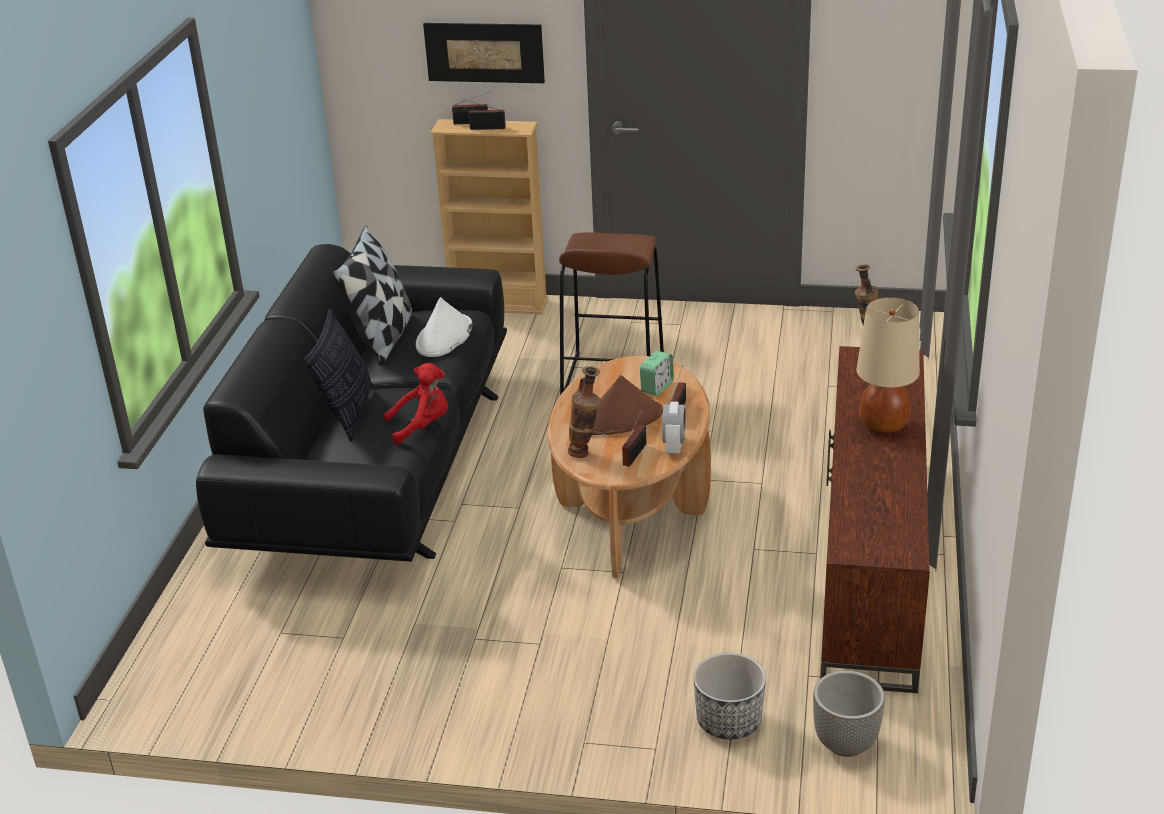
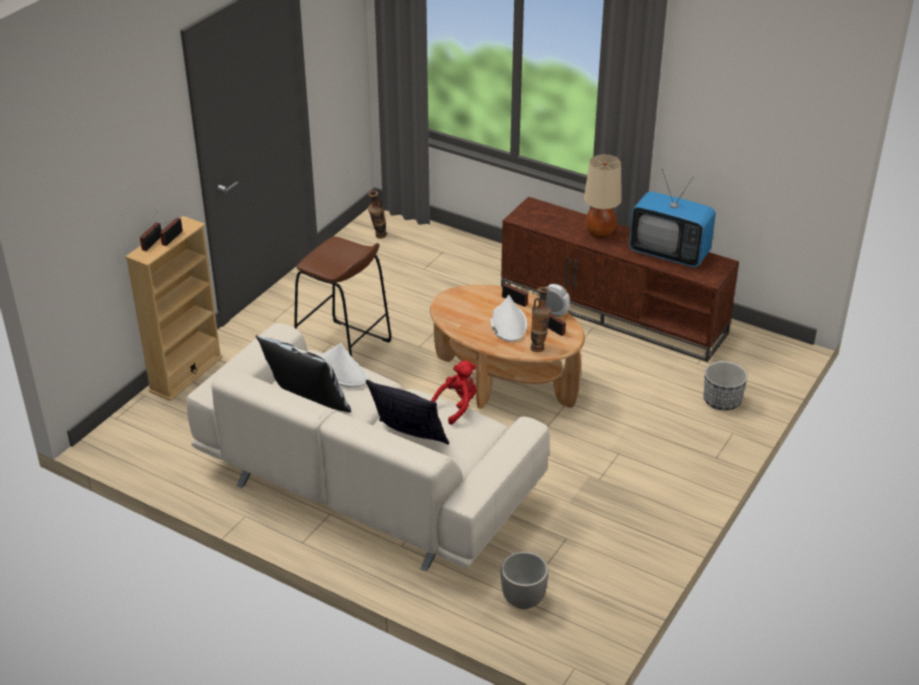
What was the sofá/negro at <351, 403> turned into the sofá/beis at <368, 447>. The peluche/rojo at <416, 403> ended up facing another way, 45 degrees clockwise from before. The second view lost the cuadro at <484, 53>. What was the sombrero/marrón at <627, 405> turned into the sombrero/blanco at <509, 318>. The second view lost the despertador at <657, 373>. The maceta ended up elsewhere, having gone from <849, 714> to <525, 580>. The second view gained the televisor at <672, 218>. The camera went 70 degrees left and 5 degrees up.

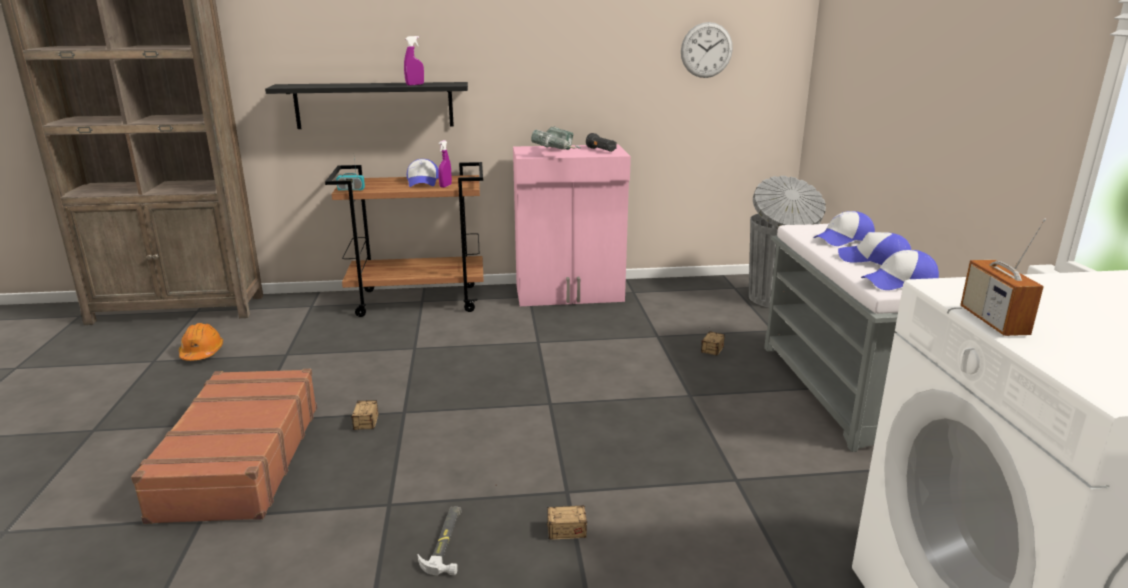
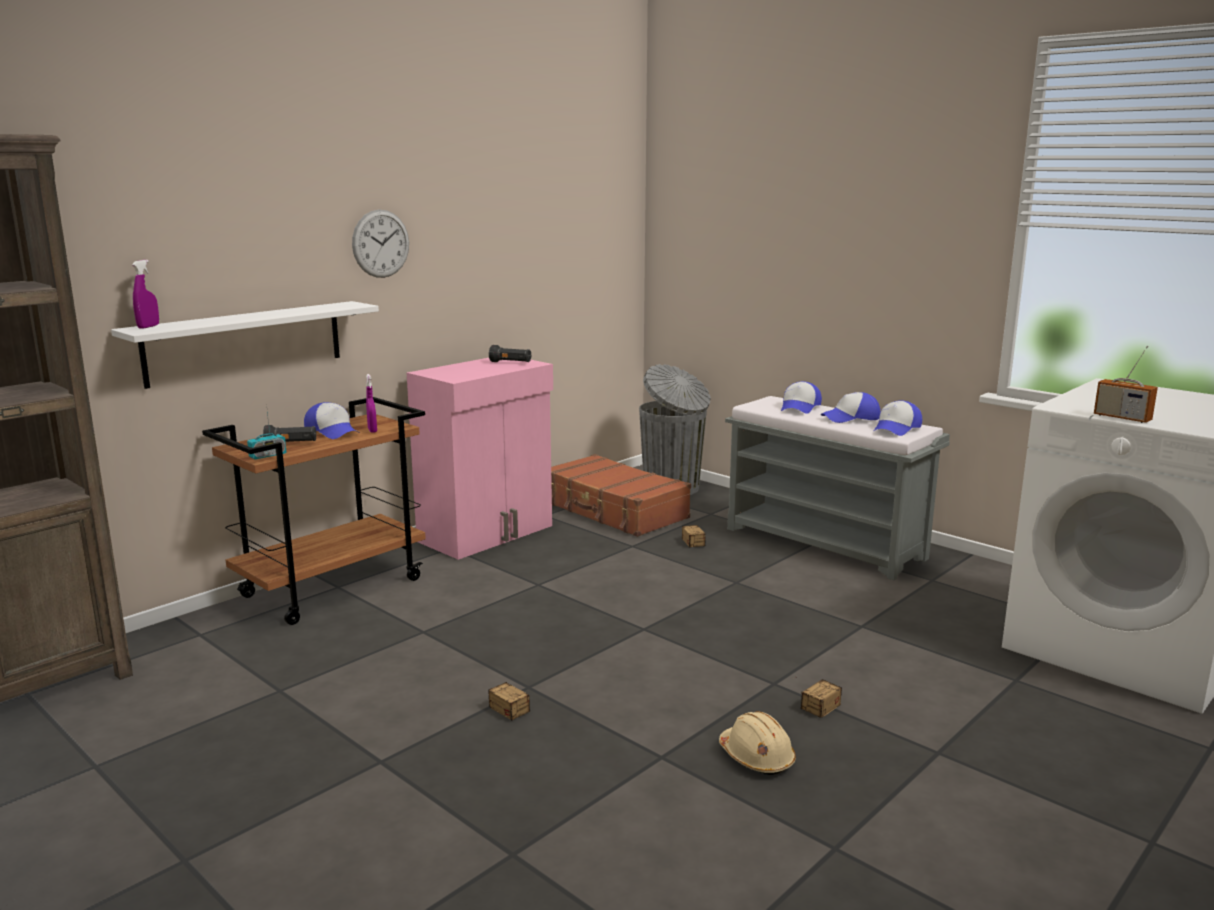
The maleta/marrón ended up elsewhere, having gone from <224, 446> to <621, 495>. The second view lost the casco/naranja at <201, 342>. What was the estante/negro at <366, 105> turned into the estante/blanco at <245, 345>. The pulverizador/morado ended up elsewhere, having gone from <414, 61> to <145, 294>. Where the martillo stood at <440, 541>, the casco/beis came to stand at <757, 743>. The second view lost the taladro at <556, 138>. The reloj de pared ended up elsewhere, having gone from <707, 50> to <380, 244>. The second view gained the linterna/negro at <289, 433>. The camera went 40 degrees left and 5 degrees down.

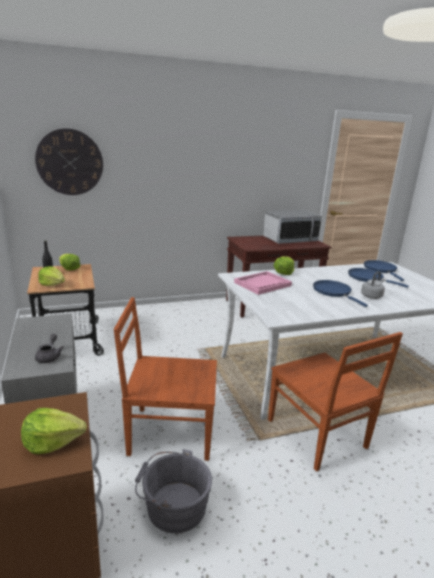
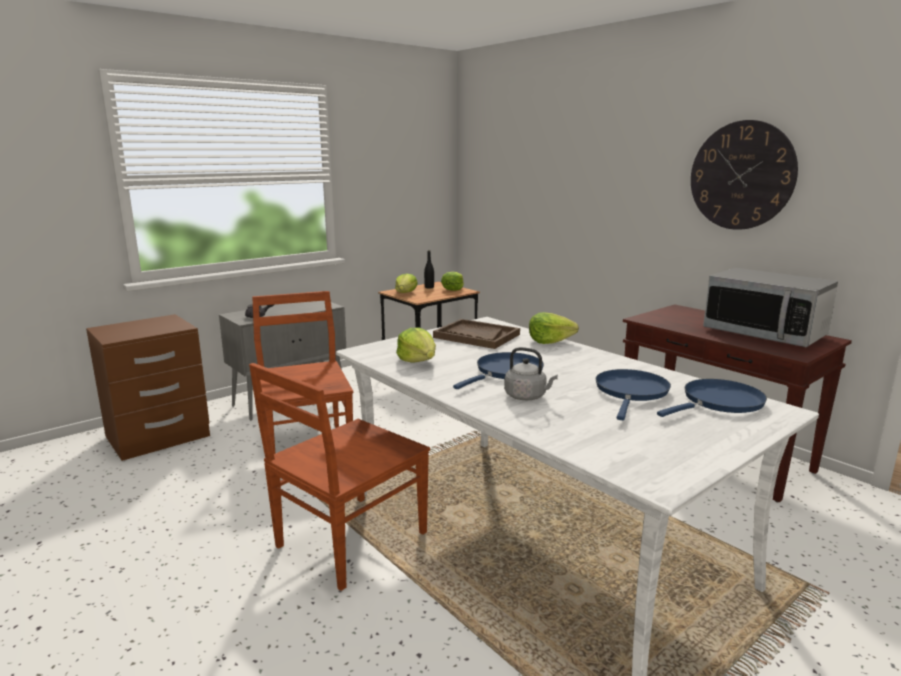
The lechuga ended up elsewhere, having gone from <54, 431> to <416, 345>. The reloj de pared ended up elsewhere, having gone from <69, 161> to <744, 175>. The second view lost the cubo/gris at <173, 491>. What was the bandeja/rosa at <263, 283> turned into the bandeja/marrón at <476, 334>. The camera went 70 degrees right and 5 degrees down.

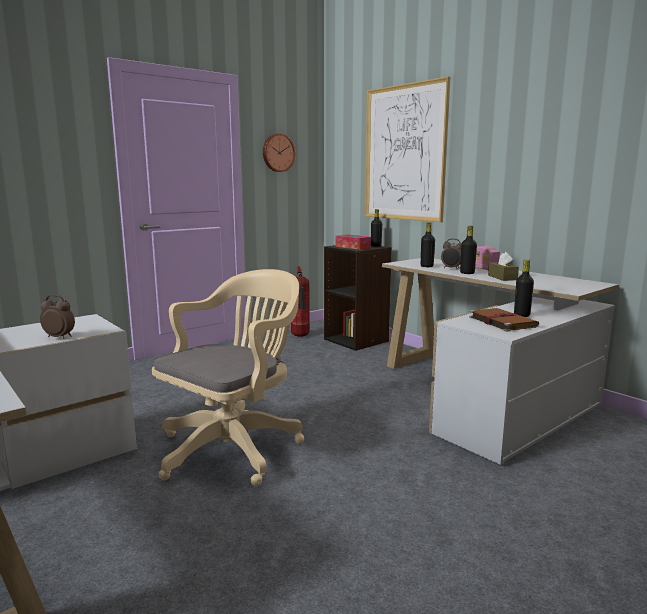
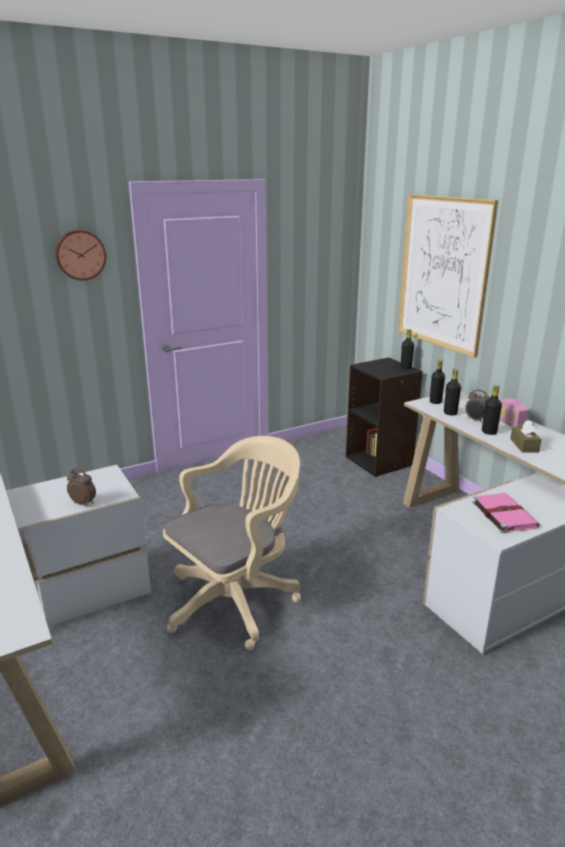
The reloj de pared ended up elsewhere, having gone from <279, 152> to <80, 255>. The second view lost the extintor at <300, 301>. The second view lost the caja de pañuelos at <353, 242>. What was the libro/marrón at <504, 320> turned into the libro/rosa at <506, 513>. The botella/negro ended up elsewhere, having gone from <524, 288> to <437, 381>. The camera went 10 degrees right and 10 degrees up.

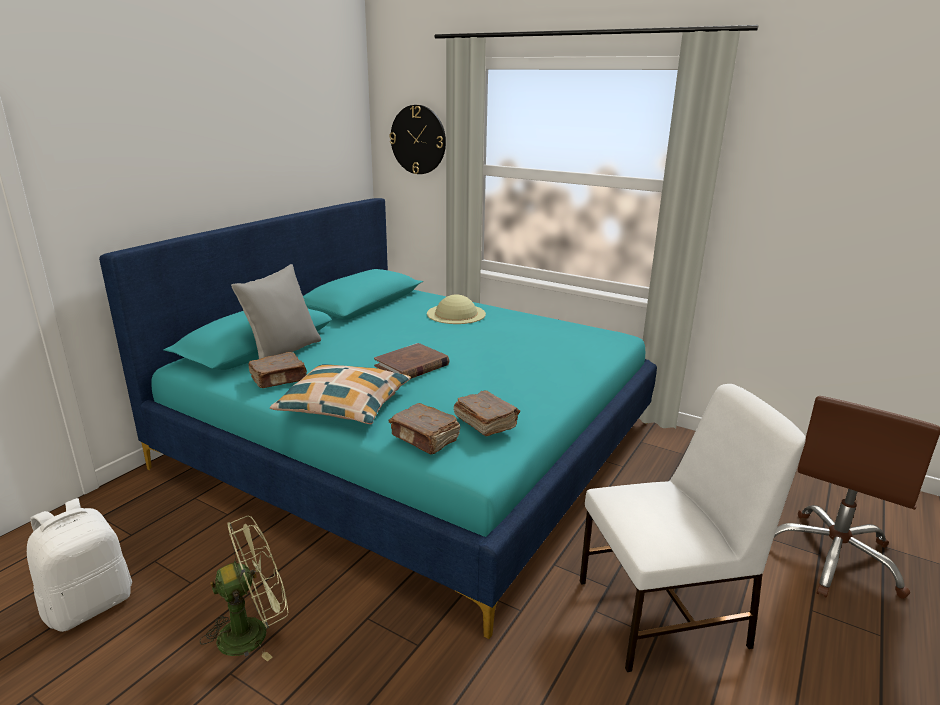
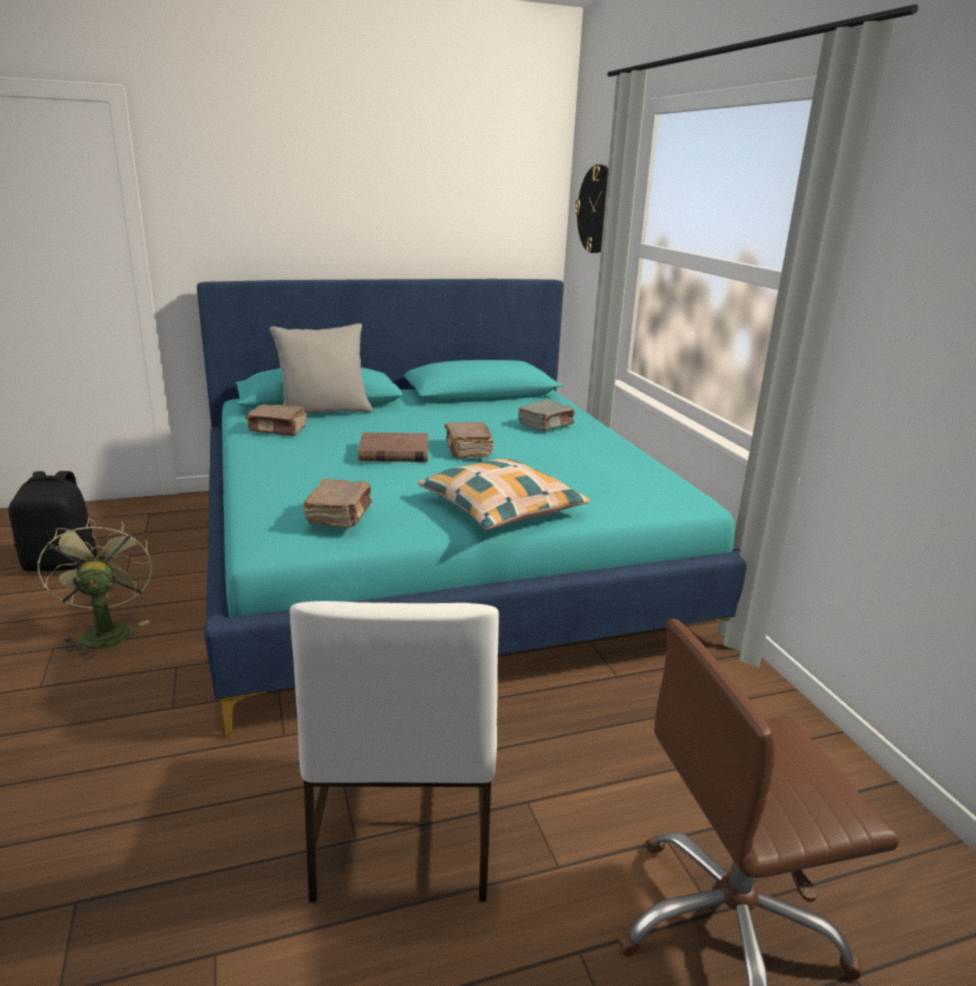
What was the mochila/blanco at <79, 565> turned into the mochila/negro at <52, 521>. The ventilador/verde at <244, 589> ended up facing another way, 120 degrees counterclockwise from before. The cojín ended up elsewhere, having gone from <340, 394> to <504, 494>. The libro/marrón ended up elsewhere, having gone from <424, 428> to <469, 440>. Where the sombrero/beis stood at <456, 309>, the libro/gris came to stand at <546, 415>. The silla/blanco at <693, 528> ended up facing another way, 60 degrees clockwise from before. The camera went 40 degrees right and 0 degrees up.

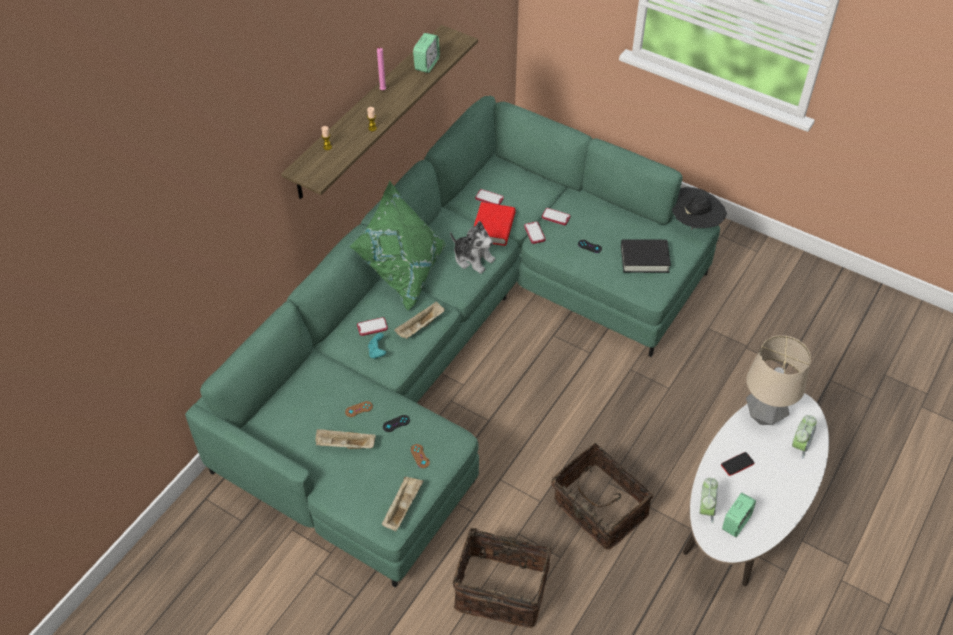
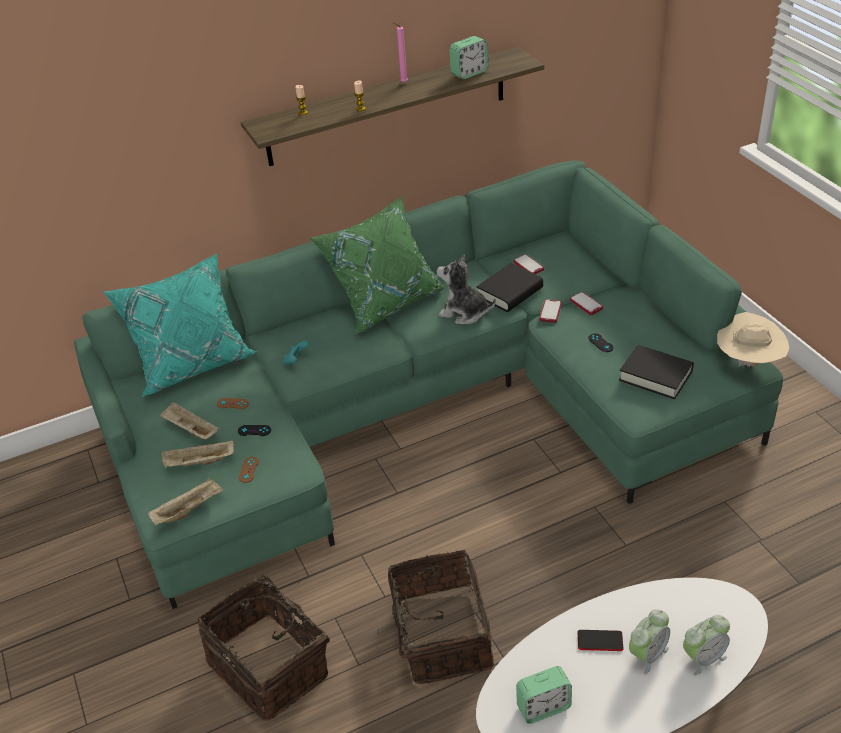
The second view lost the móvil at <372, 326>. The bandeja/beis ended up elsewhere, having gone from <419, 320> to <198, 454>. The peluche at <472, 247> ended up facing another way, 135 degrees clockwise from before. What was the libro/rojo at <494, 224> turned into the libro/negro at <510, 287>. What was the sombrero/negro at <699, 208> turned into the sombrero/beis at <753, 339>. The despertador ended up elsewhere, having gone from <709, 500> to <649, 642>. The second view lost the lámpara de mesa at <778, 380>. The second view gained the cojín/turquesa at <180, 325>. The camera went 35 degrees right and 10 degrees down.

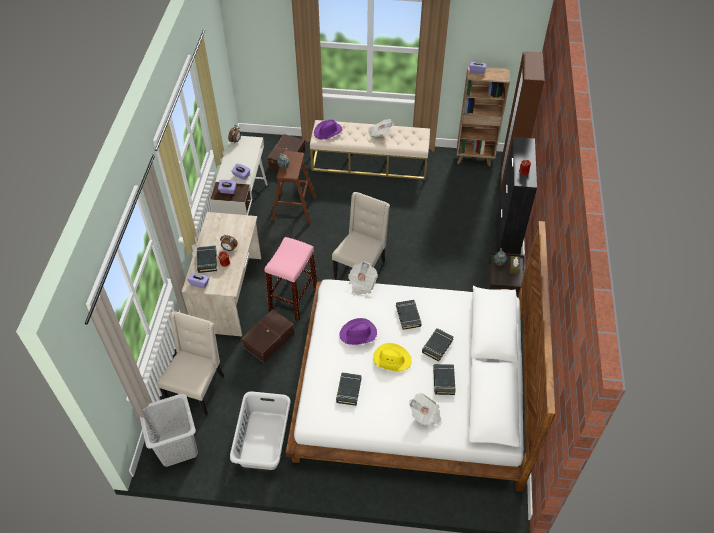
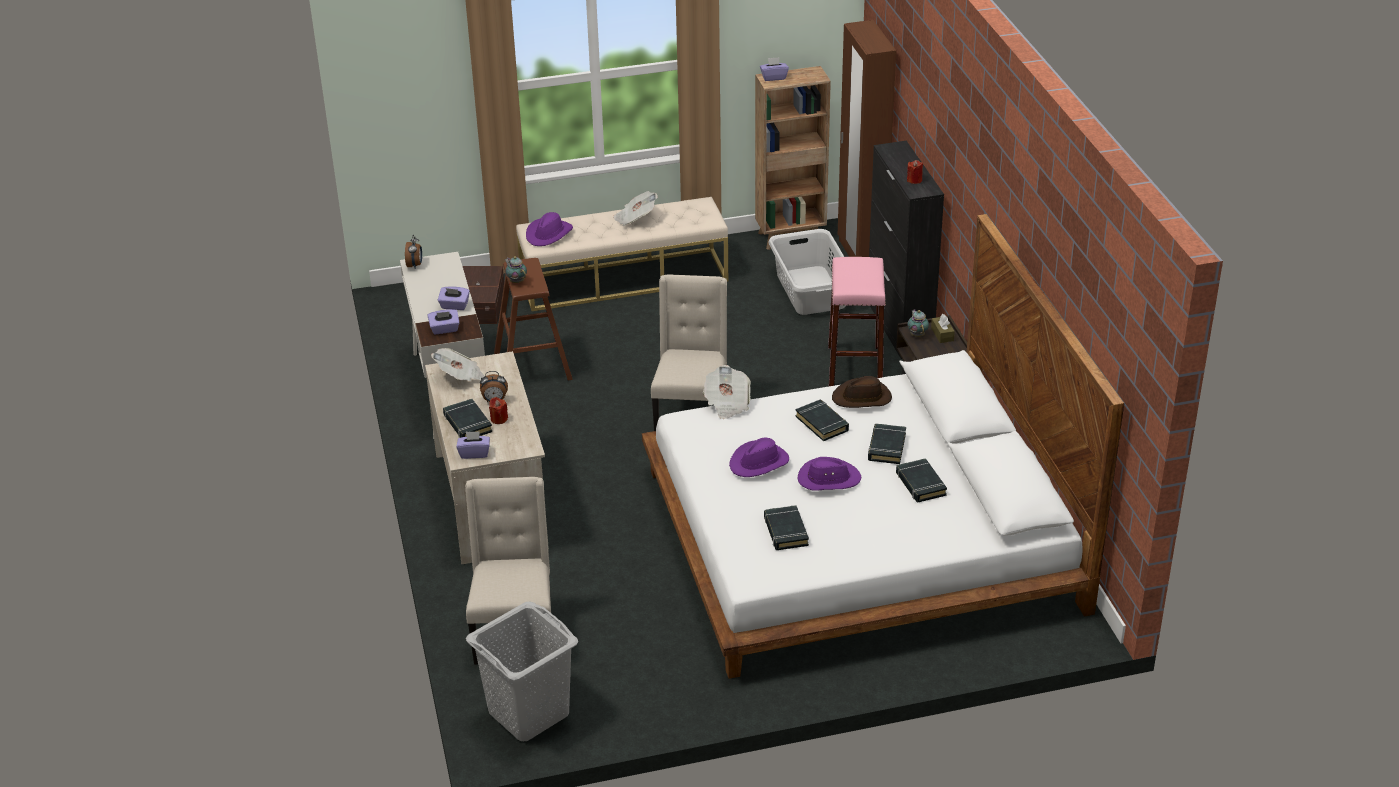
The cesto de la ropa/gris ended up elsewhere, having gone from <260, 430> to <807, 272>. The second view lost the caja de almacenaje/marrón at <268, 336>. The taburete/rosa ended up elsewhere, having gone from <290, 279> to <857, 321>. What was the sombrero/amarillo at <392, 357> turned into the sombrero/morado at <829, 474>. The periódico ended up elsewhere, having gone from <425, 409> to <458, 364>. The second view gained the sombrero/marrón at <862, 392>. The camera went 20 degrees left and 15 degrees down.

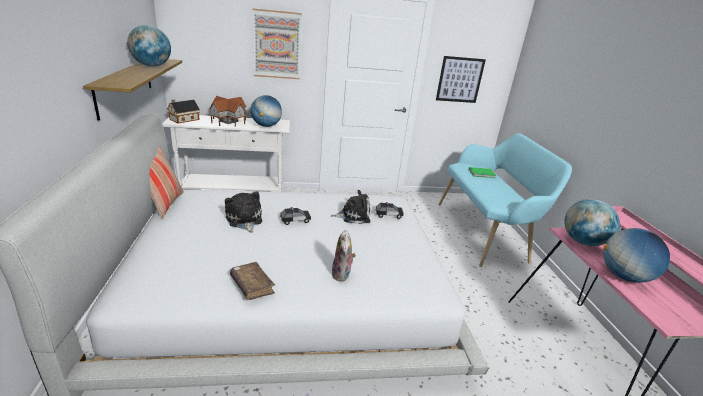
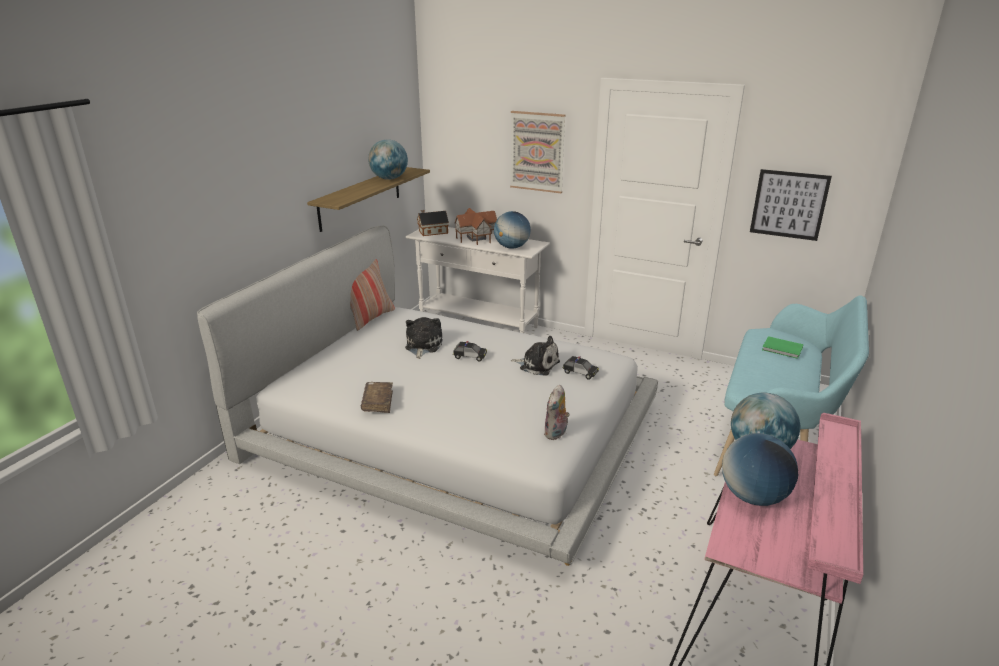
The peluche ended up elsewhere, having gone from <343, 256> to <557, 412>. The camera went 35 degrees right and 0 degrees up.

